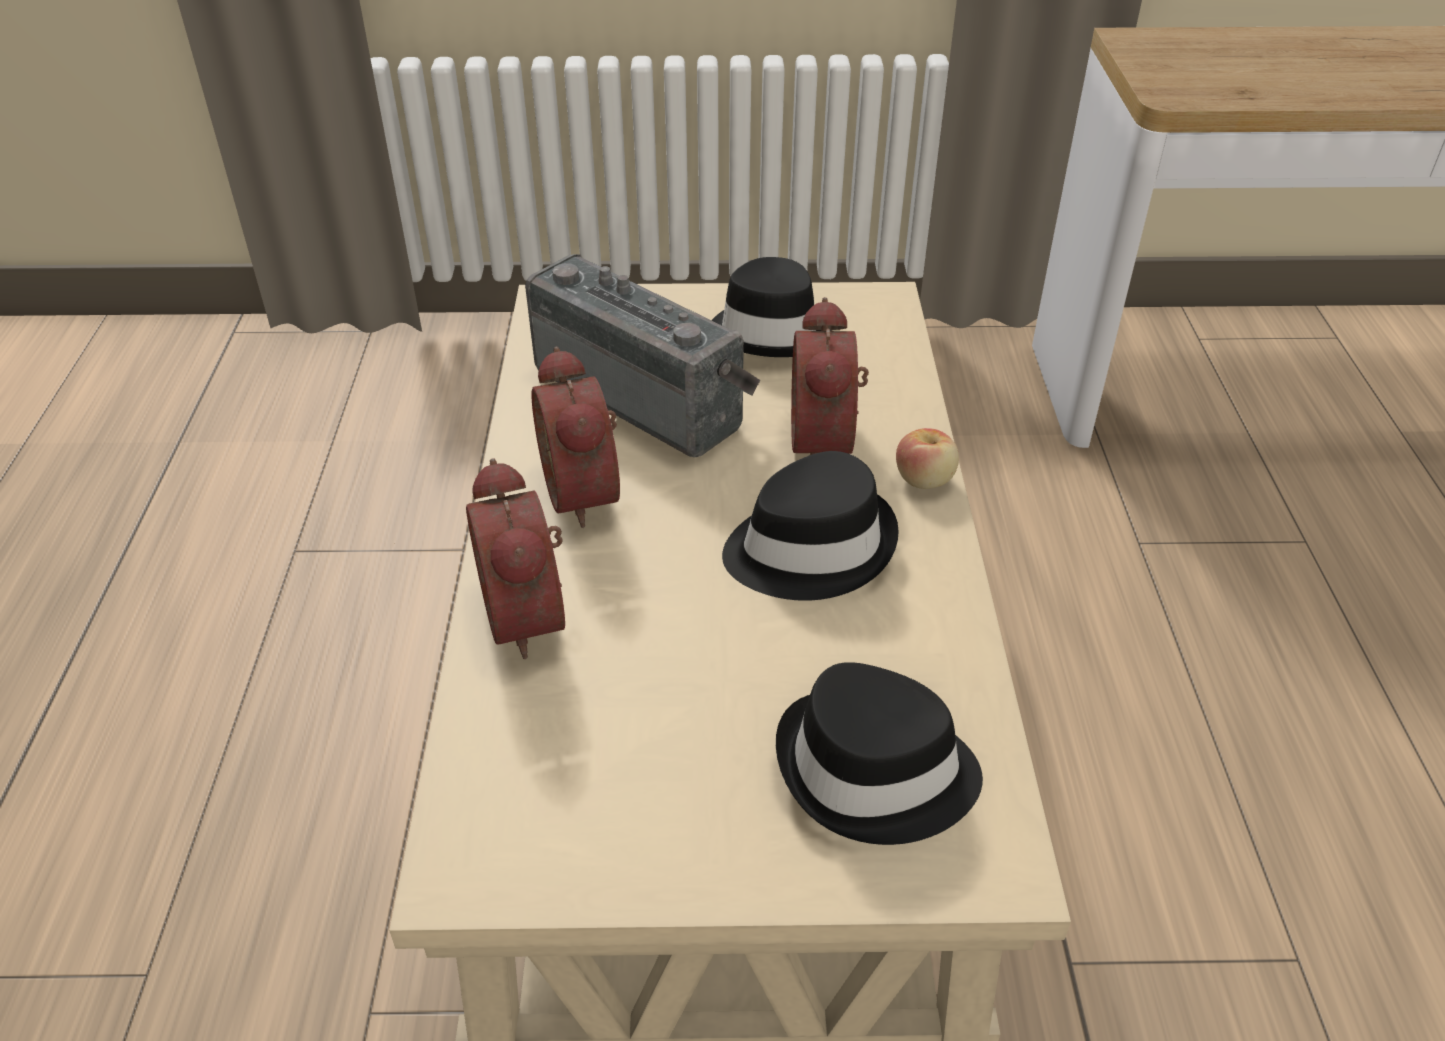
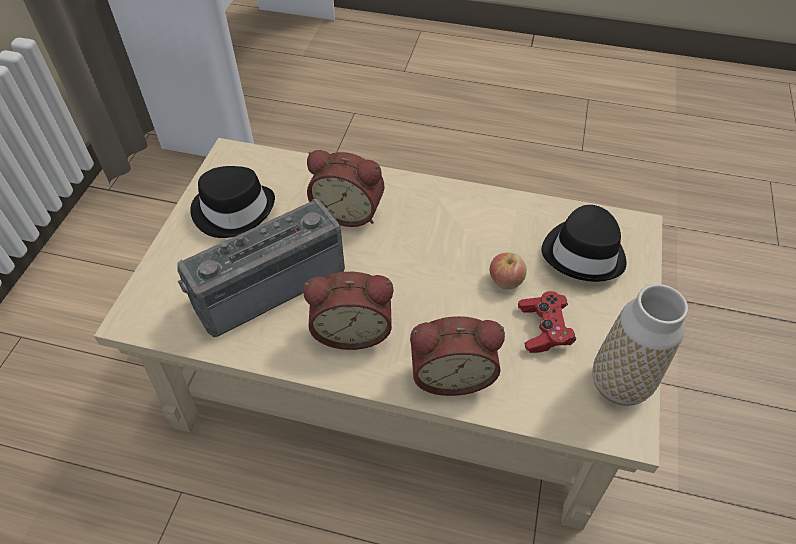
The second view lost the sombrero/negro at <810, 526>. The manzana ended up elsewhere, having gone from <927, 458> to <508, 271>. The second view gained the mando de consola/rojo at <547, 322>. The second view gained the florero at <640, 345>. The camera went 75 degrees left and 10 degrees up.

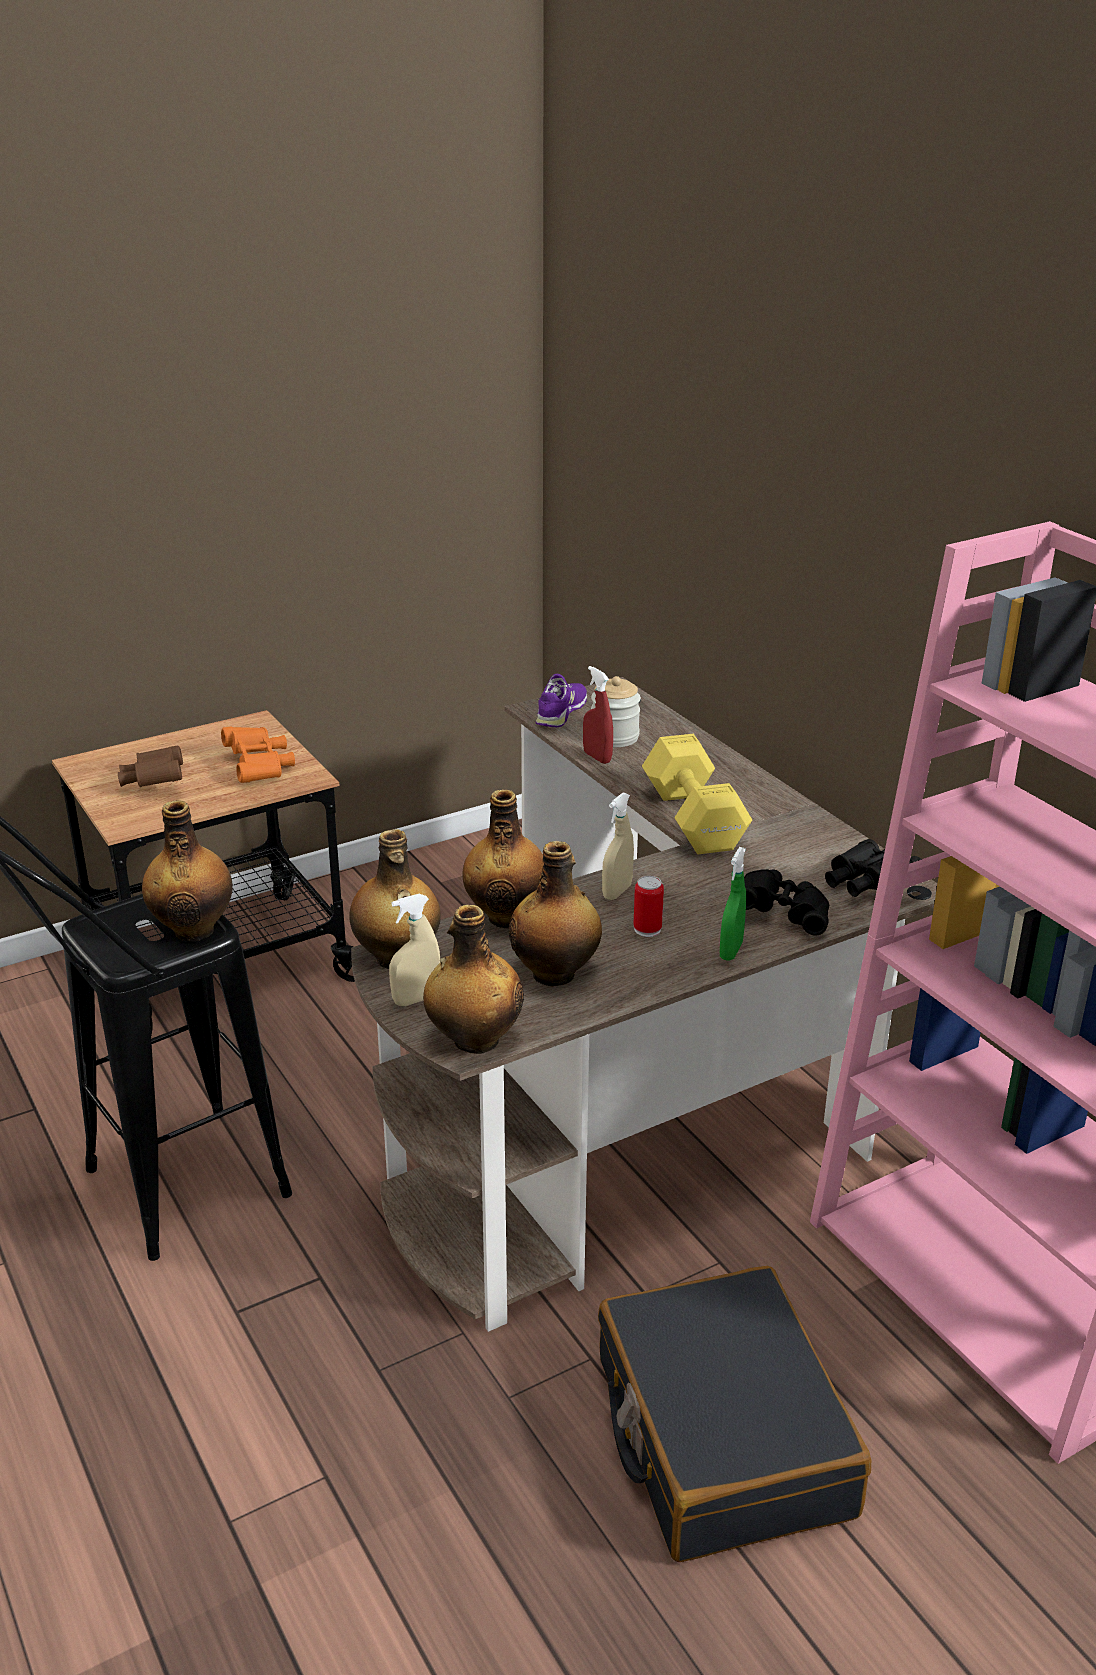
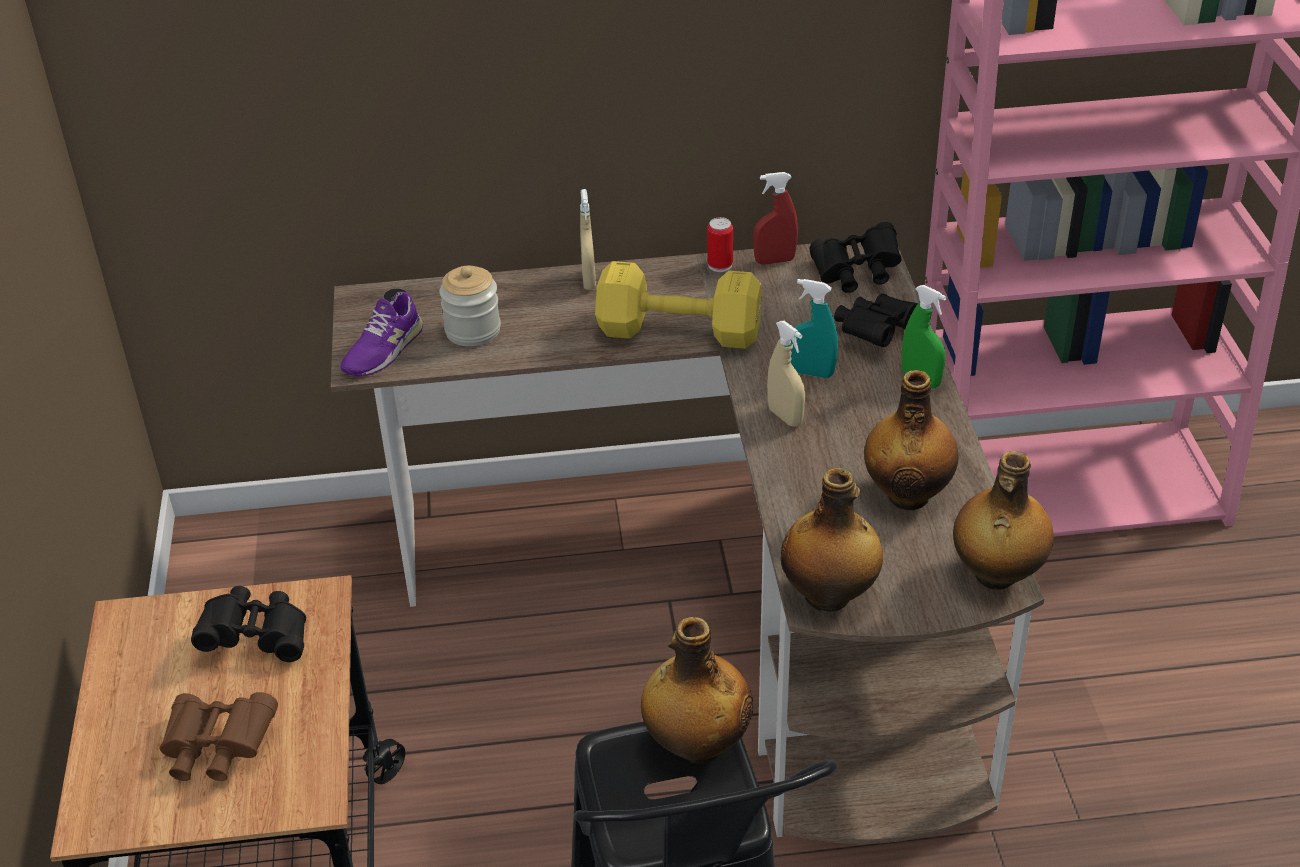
What was the prismáticos/naranja at <258, 754> turned into the prismáticos/negro at <248, 624>. The pulverizador/beis ended up elsewhere, having gone from <414, 950> to <588, 239>. The second view lost the botella at <503, 858>. The zapato/morado at <561, 700> ended up facing another way, 105 degrees counterclockwise from before. The pulverizador/rojo ended up elsewhere, having gone from <598, 715> to <775, 218>. The second view lost the maleta/negro at <734, 1414>. The lata ended up elsewhere, having gone from <648, 906> to <720, 244>. The second view gained the pulverizador/turquesa at <814, 328>. The camera went 65 degrees left and 10 degrees up.

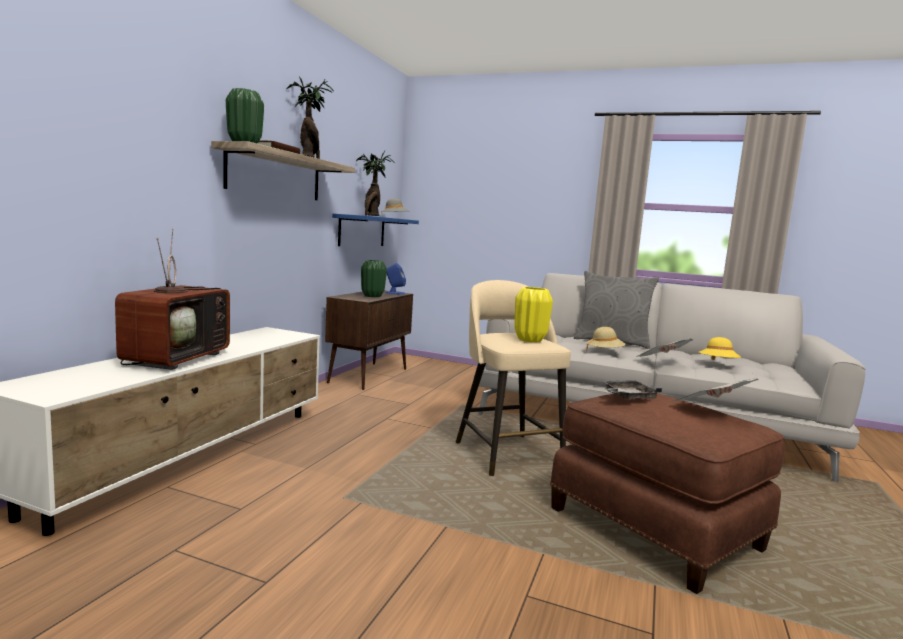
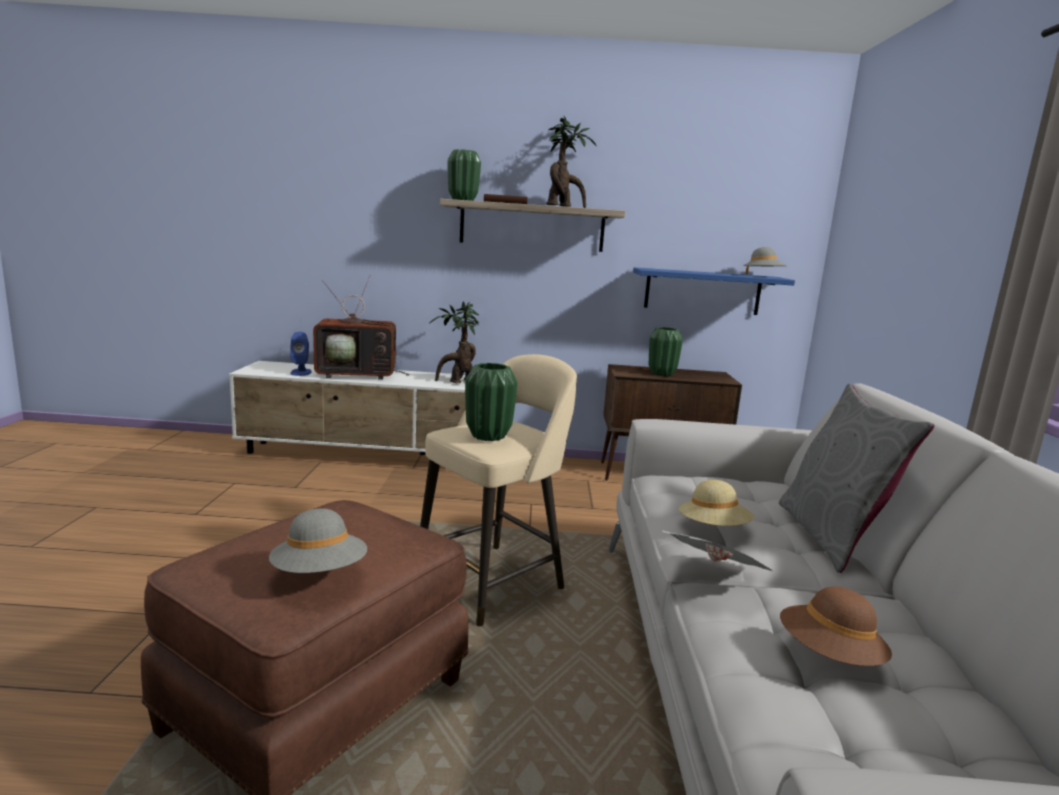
The planta en maceta ended up elsewhere, having gone from <375, 183> to <454, 342>. The altavoz/azul ended up elsewhere, having gone from <395, 279> to <301, 353>. What was the florero/amarillo at <534, 314> turned into the florero/verde at <491, 402>. The second view lost the bandeja/gris at <632, 389>. Where the periódico stood at <716, 389>, the sombrero/gris came to stand at <318, 541>. What was the sombrero/amarillo at <720, 348> turned into the sombrero/marrón at <836, 626>. The camera went 70 degrees right and 5 degrees up.

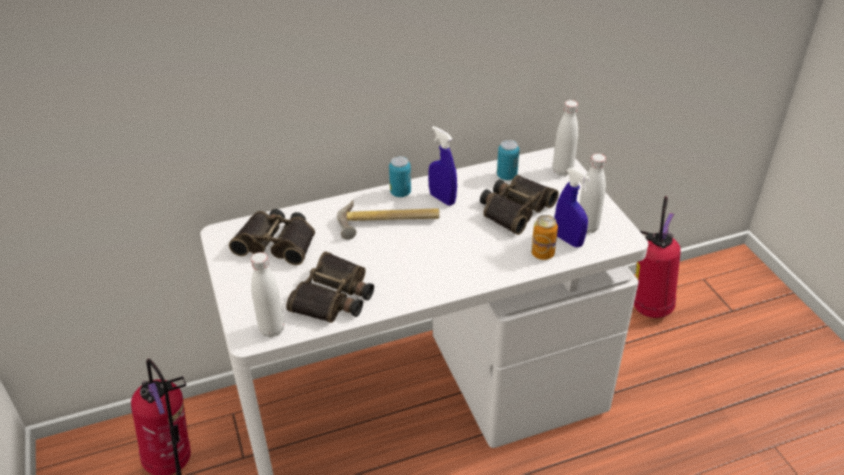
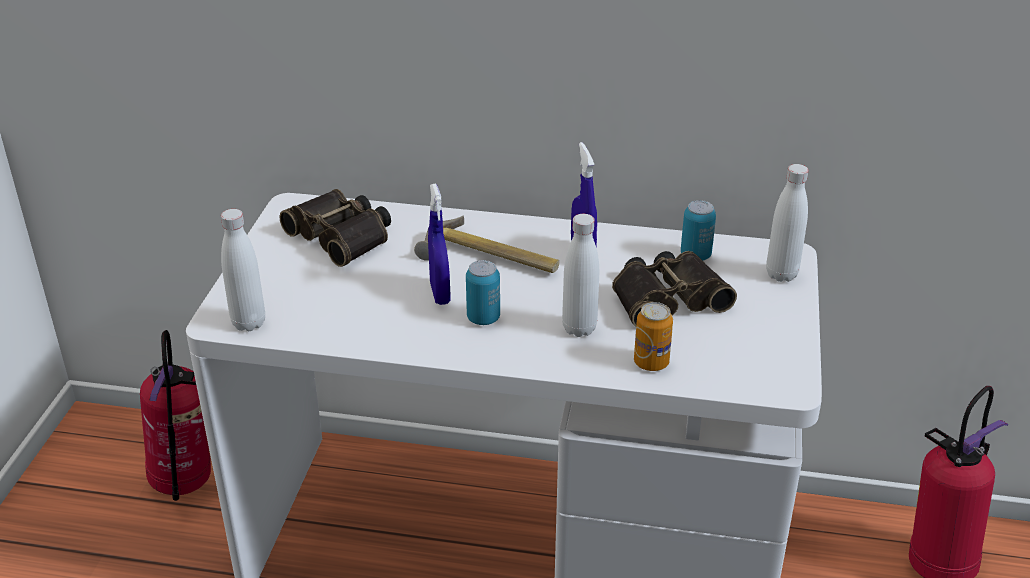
The second view lost the prismáticos at <330, 287>. The lata ended up elsewhere, having gone from <400, 176> to <483, 292>. The pulverizador/azul ended up elsewhere, having gone from <573, 207> to <439, 244>. The botella/blanco ended up elsewhere, having gone from <592, 193> to <580, 275>. The camera went 30 degrees right and 5 degrees down.

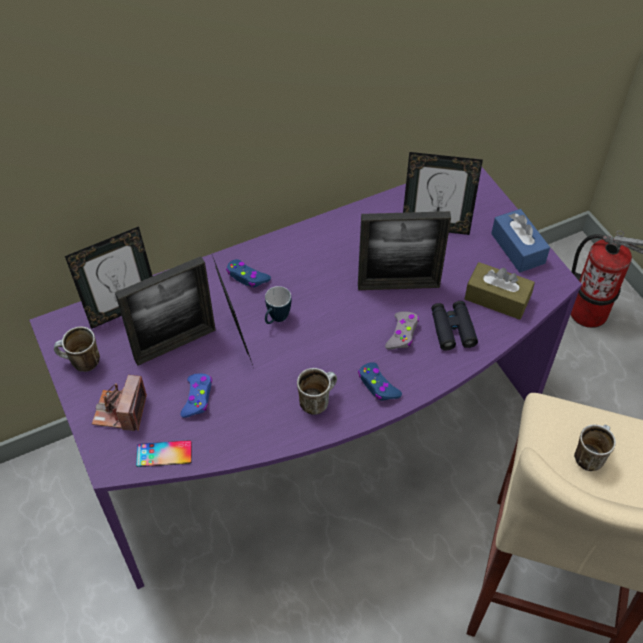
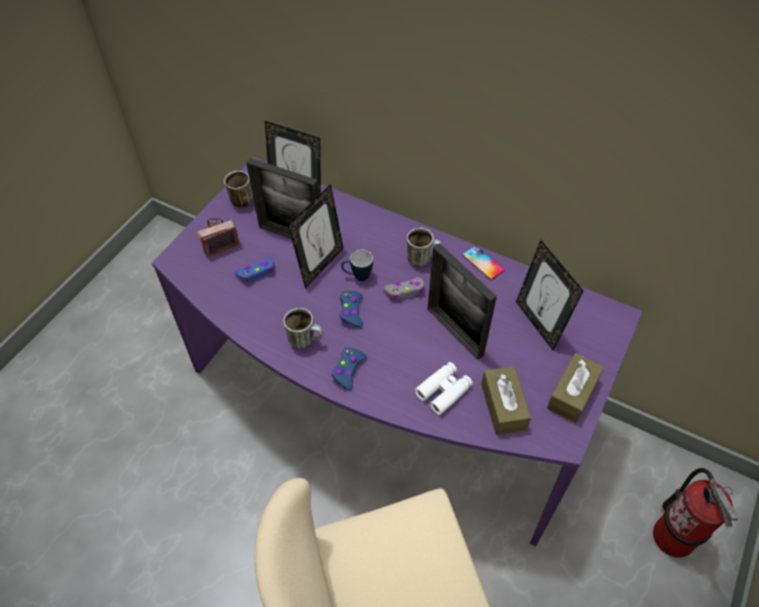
The móvil ended up elsewhere, having gone from <164, 453> to <483, 262>. The mando de consola/azul ended up elsewhere, having gone from <248, 273> to <351, 309>. The mando de consola/gris ended up elsewhere, having gone from <402, 330> to <403, 288>. What was the prismáticos/negro at <454, 325> turned into the prismáticos/blanco at <444, 388>. What was the caja de pañuelos/azul at <520, 241> turned into the caja de pañuelos/marrón at <575, 388>. The taza grande ended up elsewhere, having gone from <595, 447> to <424, 247>. The camera went 55 degrees right and 0 degrees up.

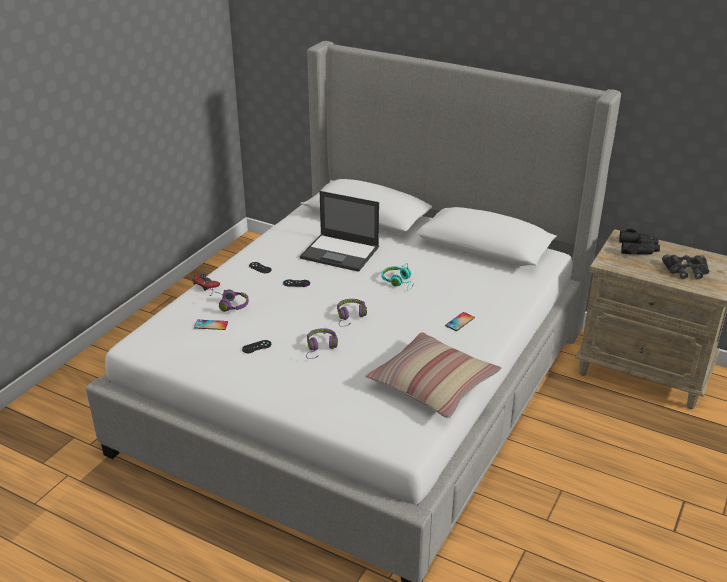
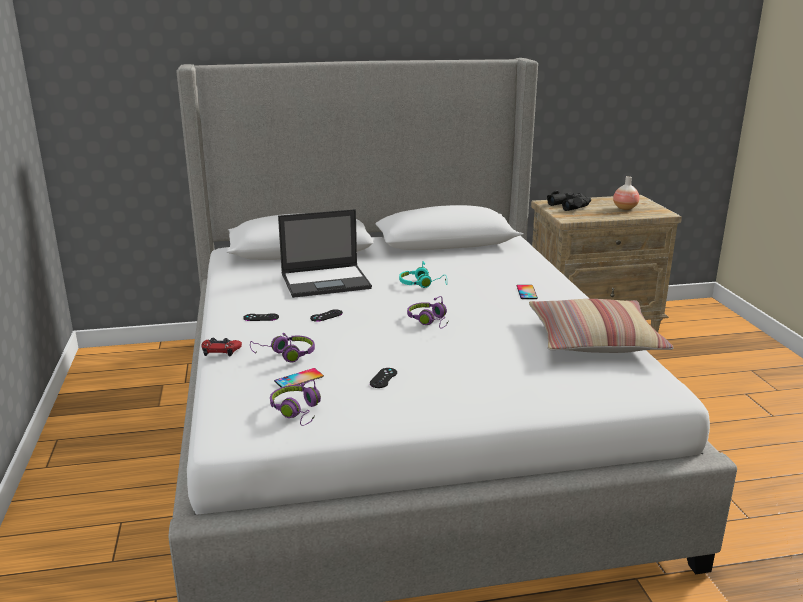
The auriculares/morado ended up elsewhere, having gone from <322, 343> to <295, 403>. Where the prismáticos/negro stood at <685, 266>, the florero came to stand at <626, 193>. The camera went 40 degrees left and 10 degrees down.

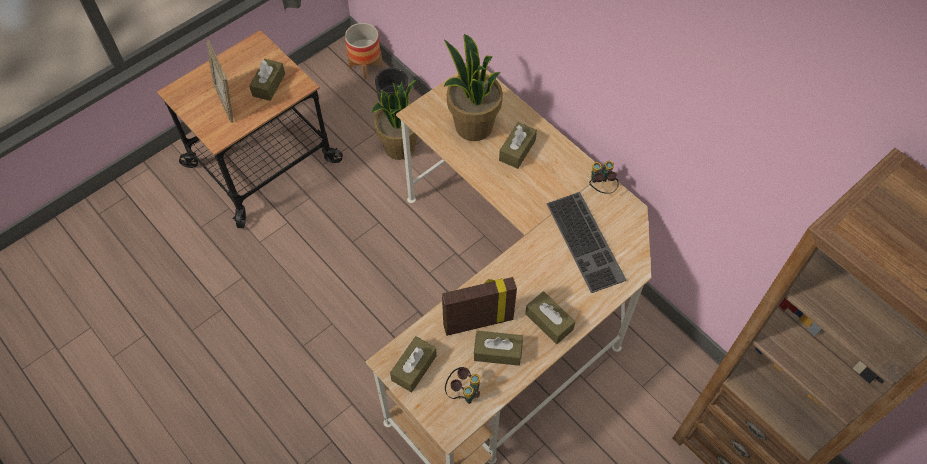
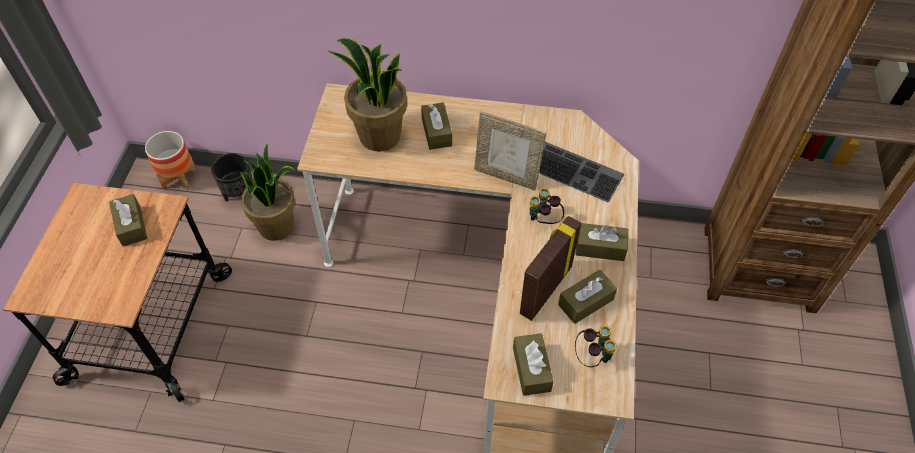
The portarretratos ended up elsewhere, having gone from <220, 81> to <510, 150>. The prismáticos ended up elsewhere, having gone from <604, 177> to <546, 206>. The camera went 40 degrees left and 5 degrees down.

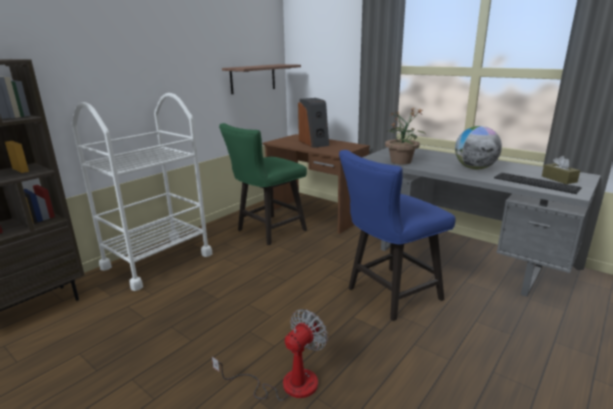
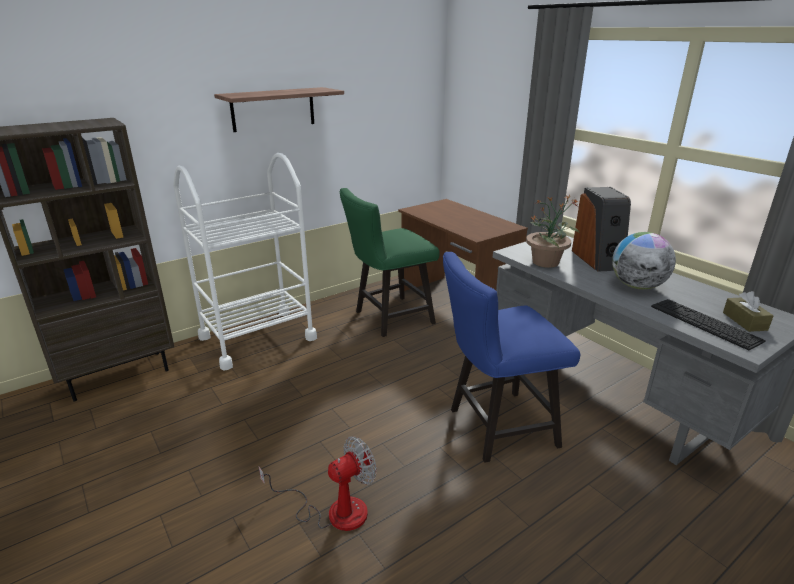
The estante ended up elsewhere, having gone from <261, 79> to <279, 109>. The altavoz ended up elsewhere, having gone from <313, 123> to <601, 229>. The camera went 15 degrees right and 5 degrees up.

